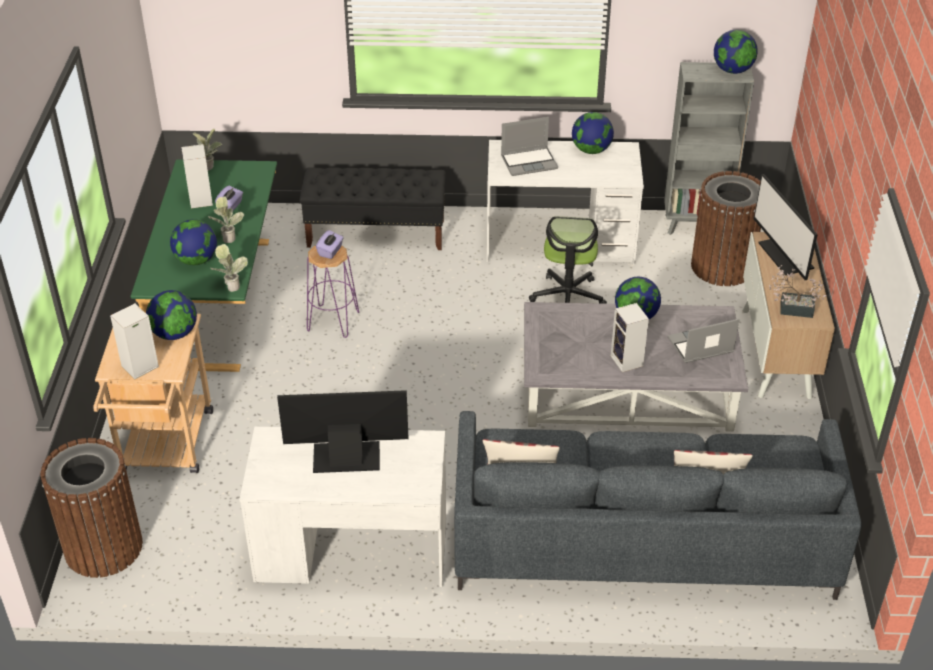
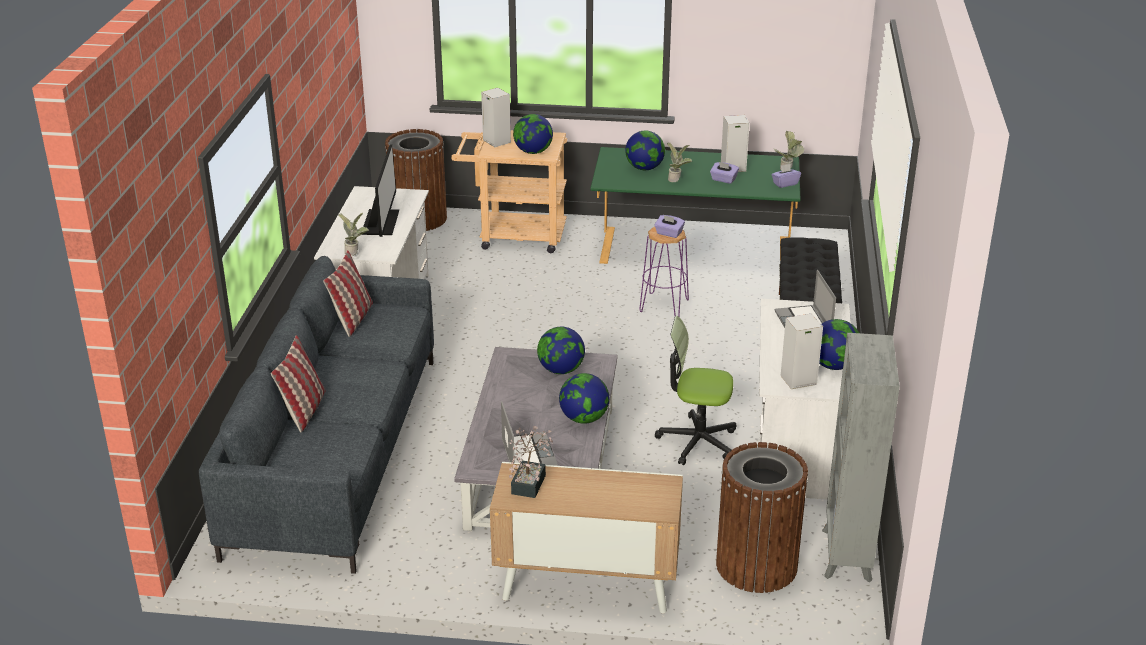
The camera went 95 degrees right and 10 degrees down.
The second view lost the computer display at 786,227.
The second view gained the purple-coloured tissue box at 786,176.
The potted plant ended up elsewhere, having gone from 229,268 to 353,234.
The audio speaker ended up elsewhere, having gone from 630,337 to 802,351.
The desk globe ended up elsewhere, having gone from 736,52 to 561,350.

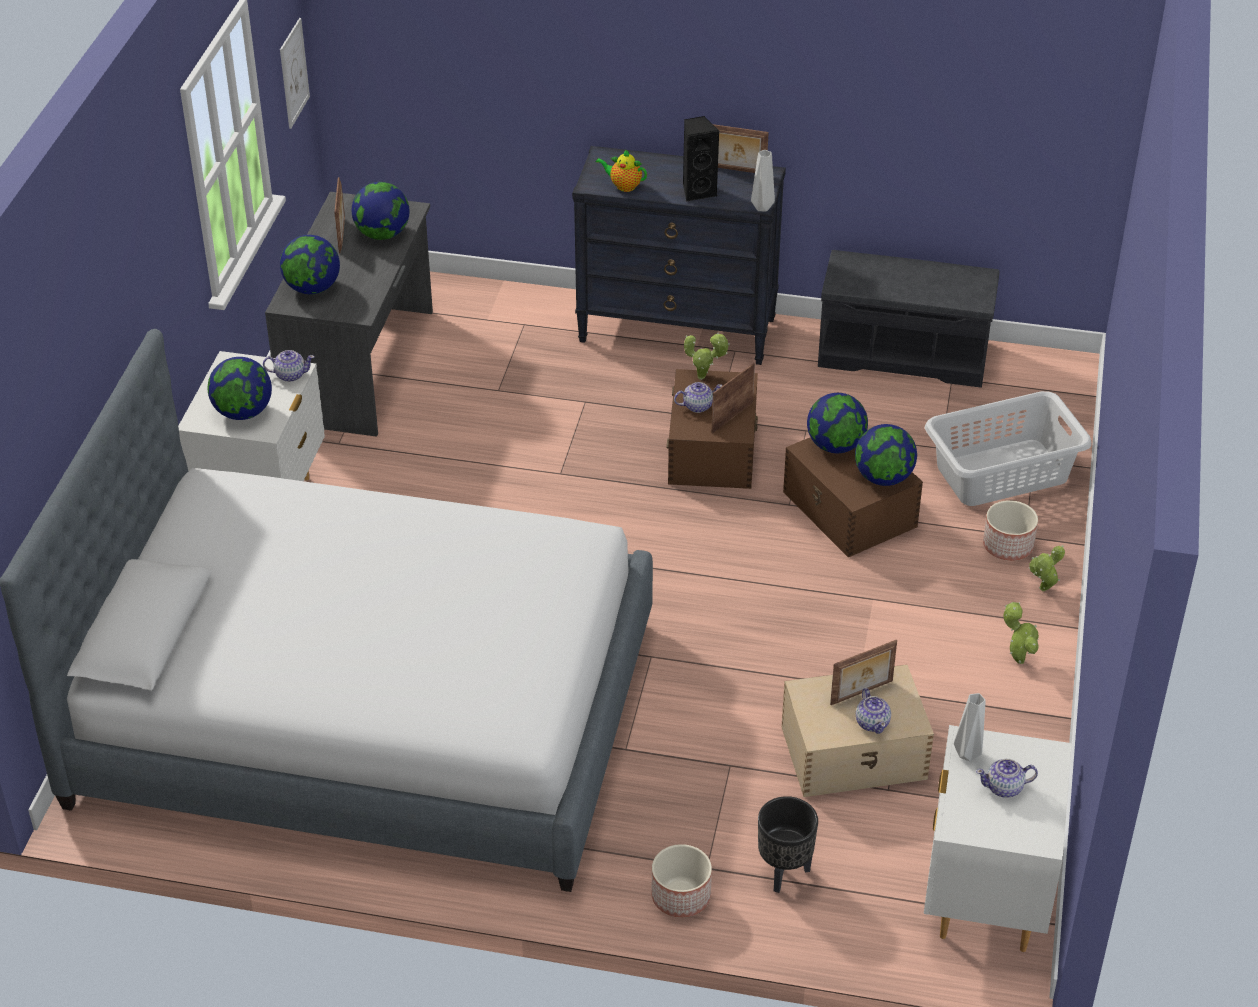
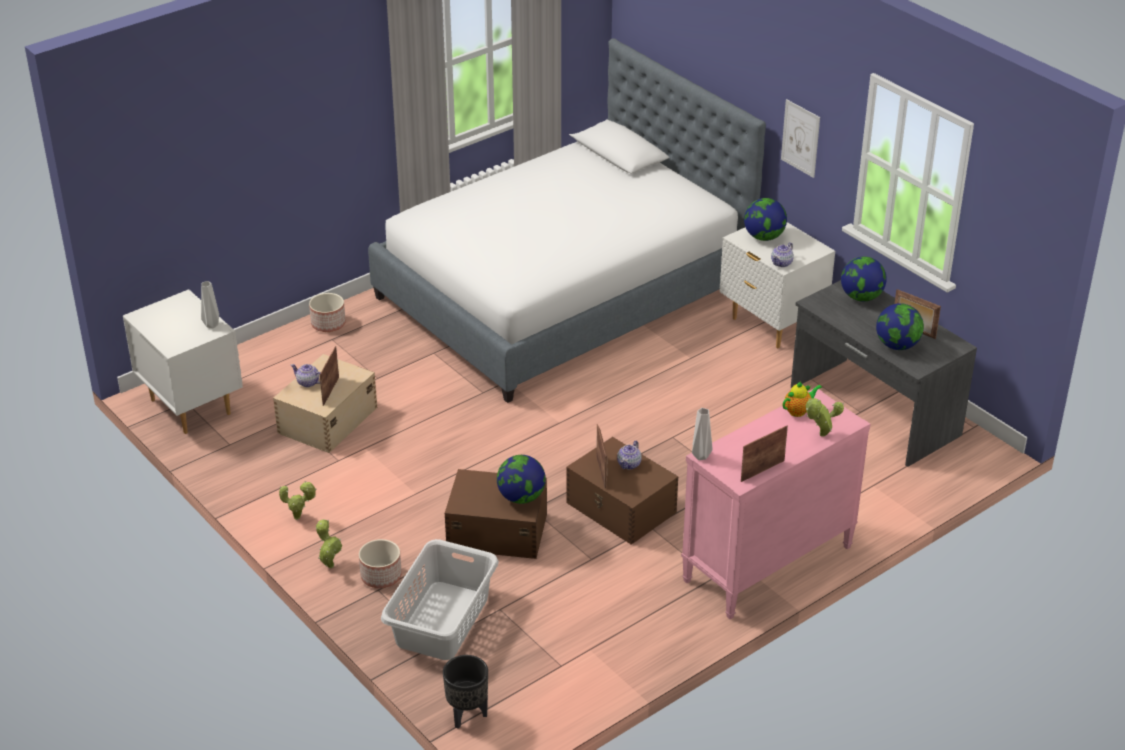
The camera went 130 degrees right and 5 degrees down.
The second view lost the blackish audio speaker at 701,159.
The second view lost the greyish indoor bench at 909,319.
The second view lost the desk globe at 886,455.
The second view lost the teapot at 1007,778.
The wall art ended up elsewhere, having gone from 295,73 to 800,138.
The potted plant ended up elsewhere, having gone from 707,356 to 825,417.
The blackish planter ended up elsewhere, having gone from 788,844 to 465,692.
What was the blackish drawer chest at 679,255 turned into the pink-coloured drawer chest at 776,503.

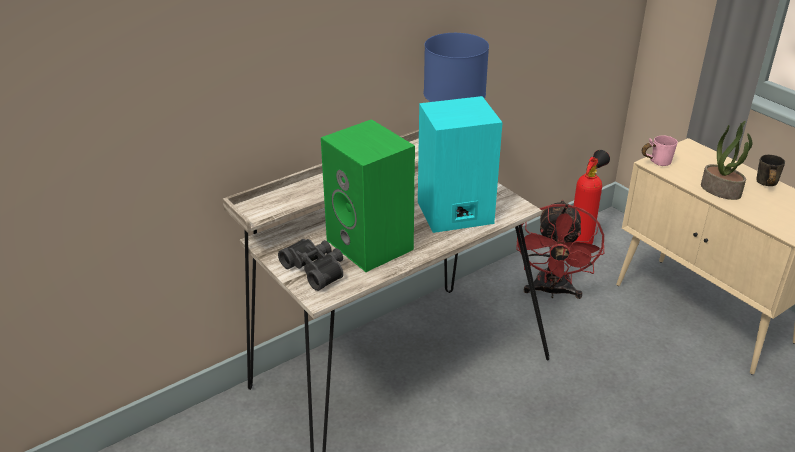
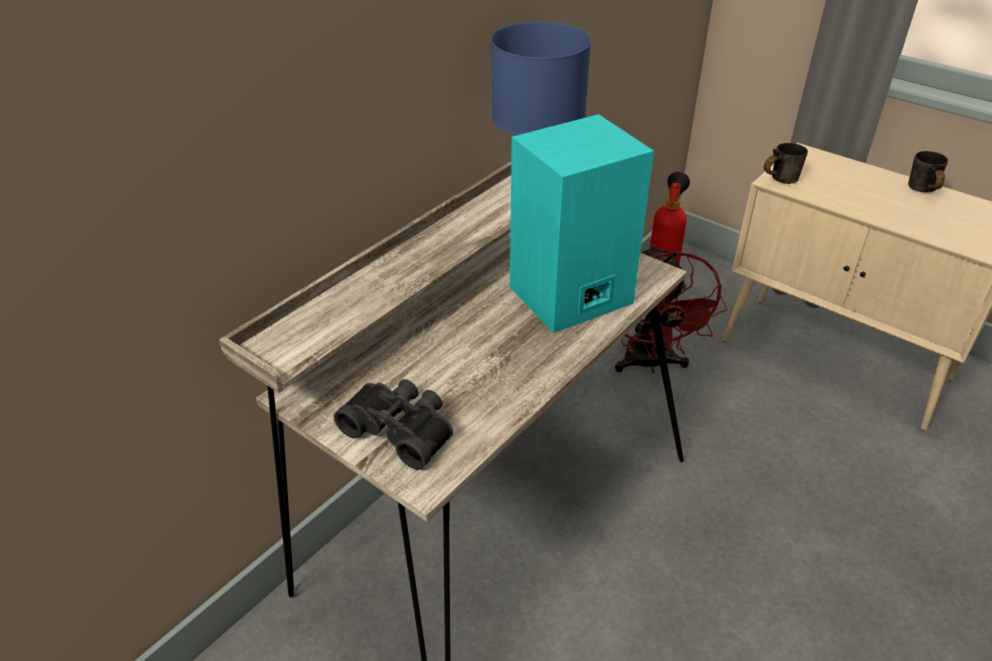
The camera went 15 degrees left and 5 degrees up.
The second view lost the green-coloured audio speaker at 368,195.
The second view lost the potted plant at 727,160.
What was the pink-coloured coffee mug at 660,151 turned into the greyish coffee mug at 786,163.

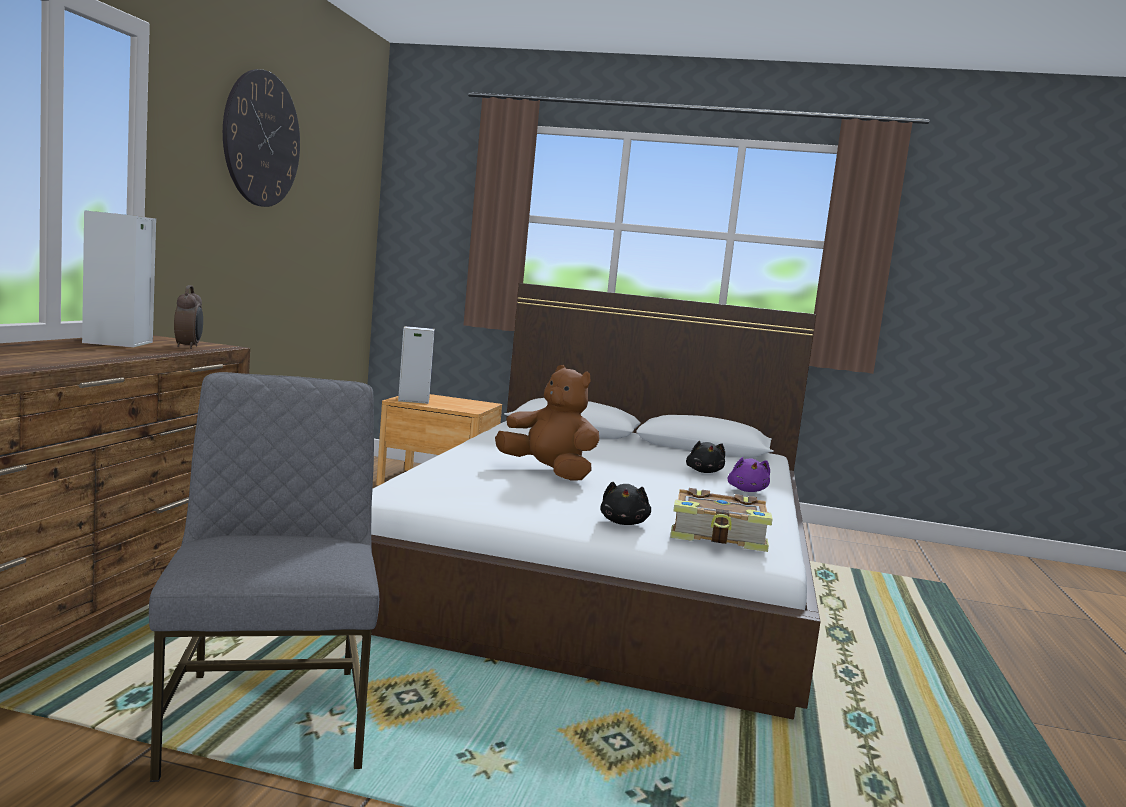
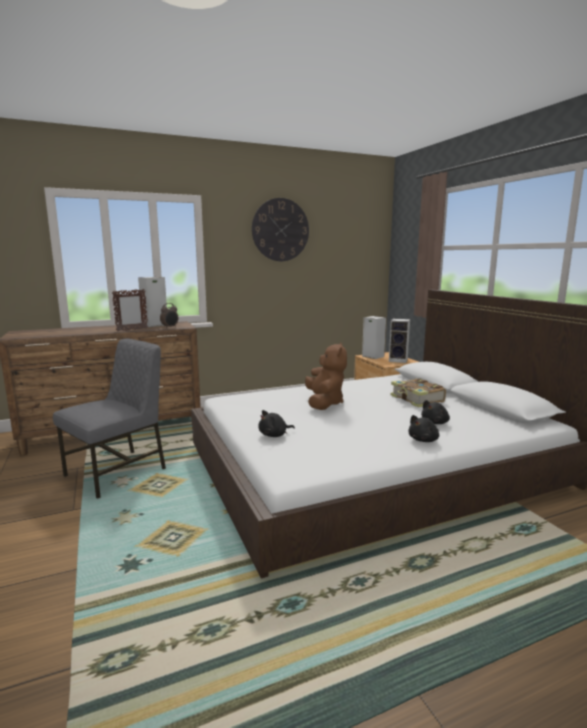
The camera went 55 degrees right and 5 degrees up.
The second view gained the photo frame at 130,310.
The second view gained the audio speaker at 399,341.
The bound book ended up elsewhere, having gone from 721,520 to 418,393.
What was the purple-coloured soft toy at 749,474 turned into the blackish soft toy at 423,428.

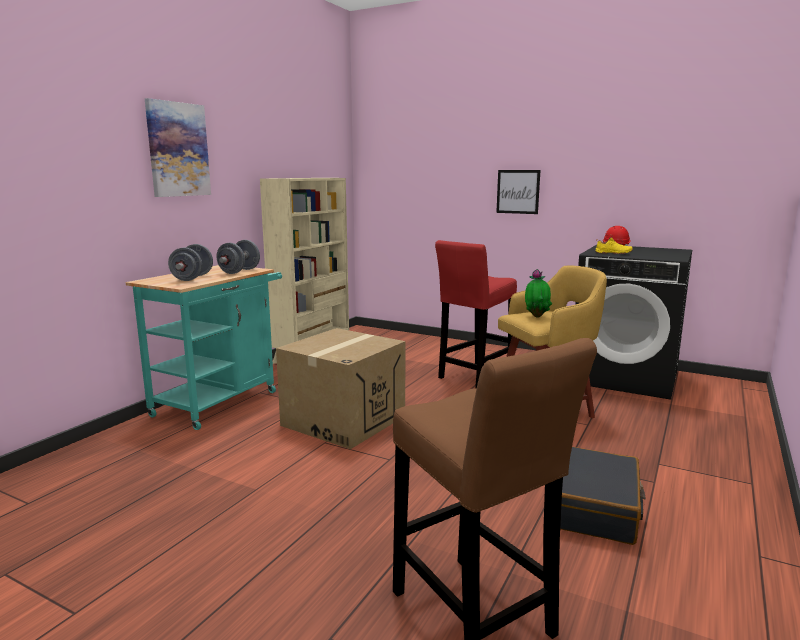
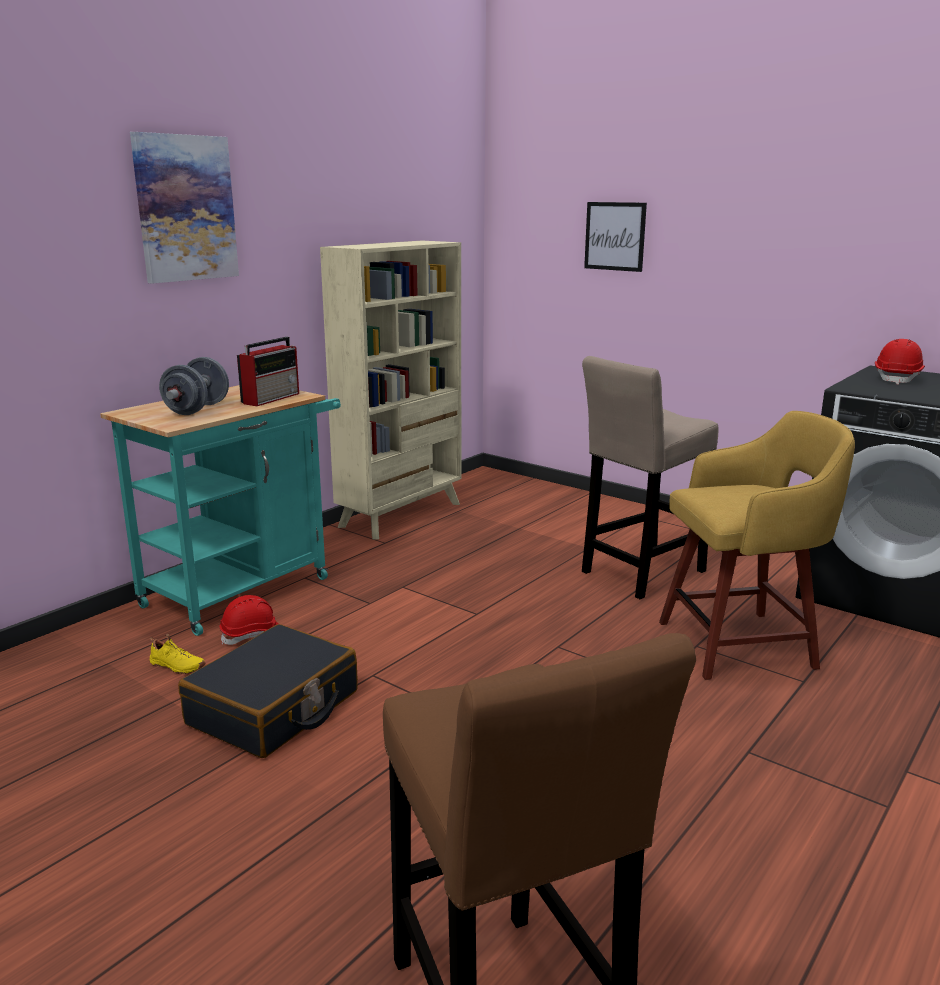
The camera went 10 degrees right and 5 degrees up.
The second view lost the cardboard box at 340,388.
The second view lost the potted plant at 538,293.
The second view gained the red work helmet at 249,620.
The wall art ended up elsewhere, having gone from 518,192 to 615,237.
The blackish piece of luggage ended up elsewhere, having gone from 603,496 to 268,691.
The yellowish shoe ended up elsewhere, having gone from 614,244 to 177,654.
Where the greyish dumbbell stood at 238,257, the radio receiver came to stand at 268,371.
What was the red stool at 476,314 turned into the beige stool at 650,477.

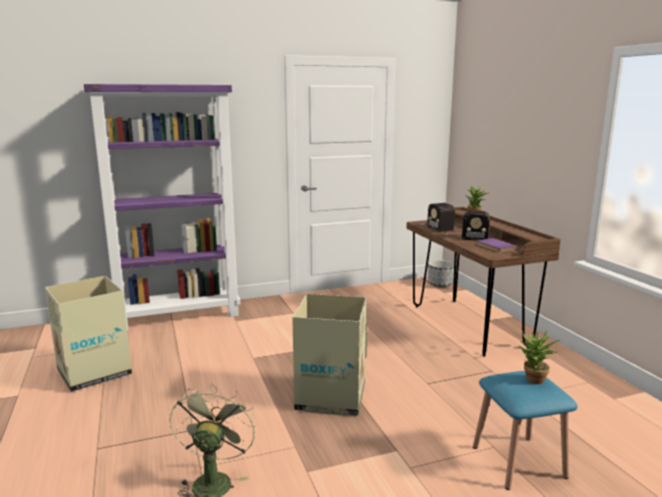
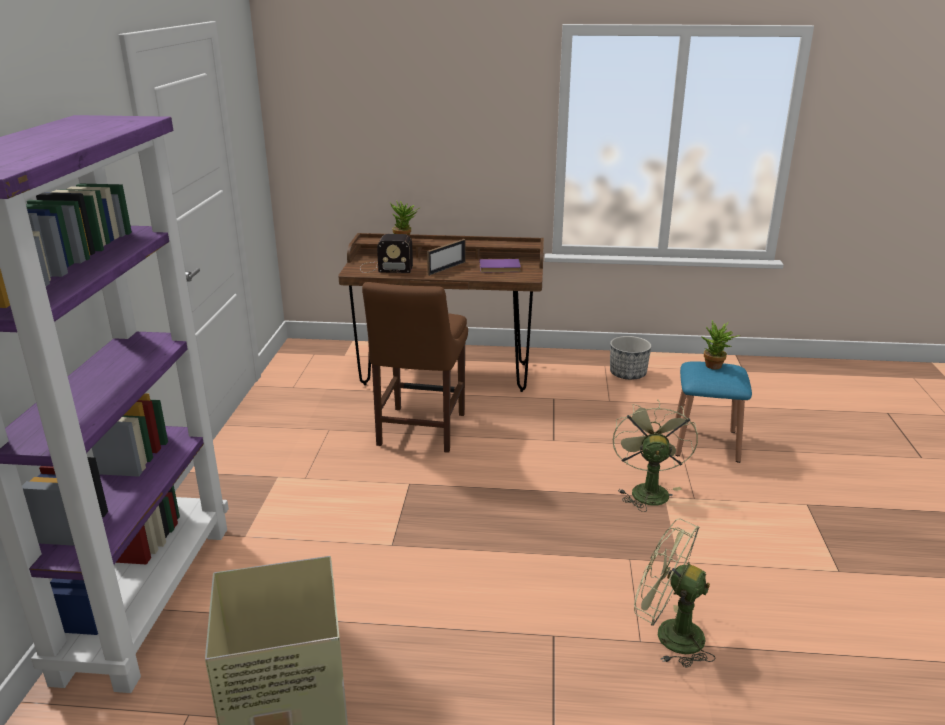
The camera went 65 degrees left and 10 degrees up.
The second view lost the cardboard box at 329,355.
The second view gained the brownish upright chair at 415,367.
The second view gained the green-coloured electric fan at 655,455.
The planter ended up elsewhere, having gone from 441,273 to 630,358.
Where the radio receiver stood at 468,225, the photo frame came to stand at 446,257.

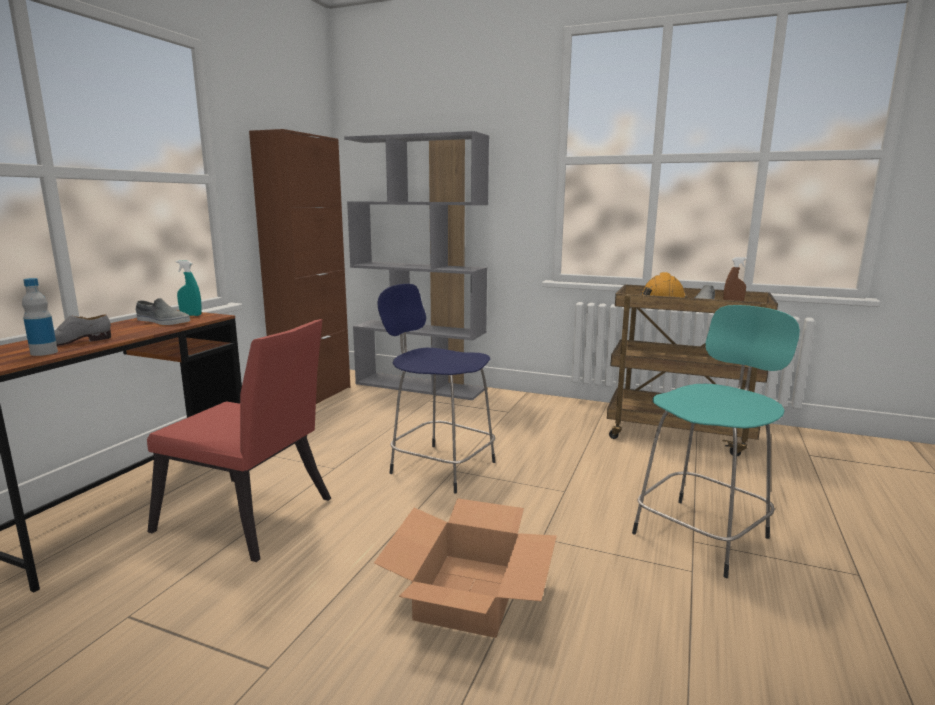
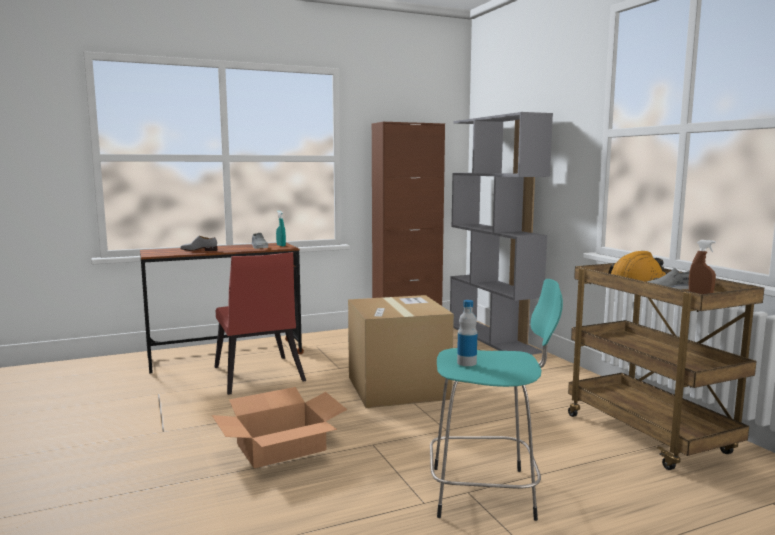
The camera went 45 degrees right and 5 degrees down.
The beverage bottle ended up elsewhere, having gone from 40,317 to 467,333.
Where the blue-coloured stool stood at 436,389, the cardboard box came to stand at 401,351.

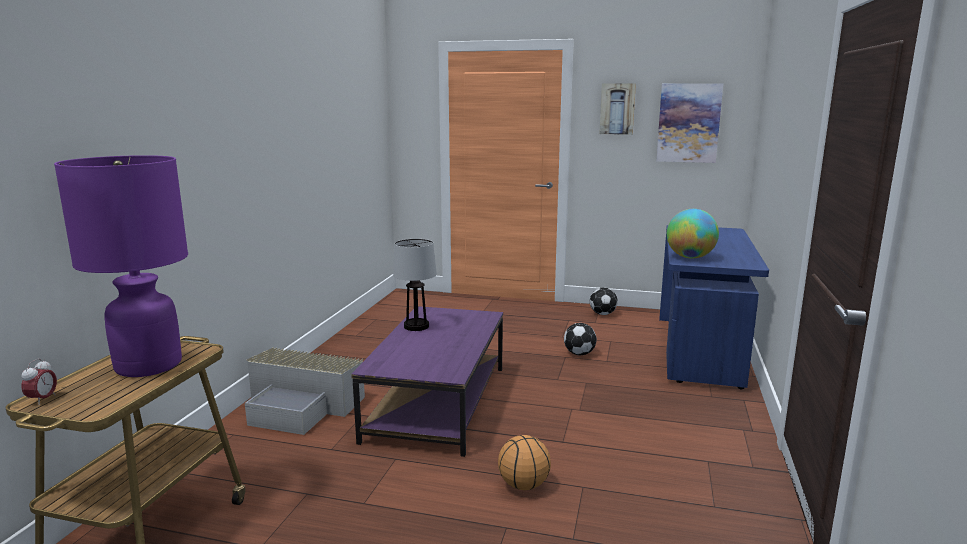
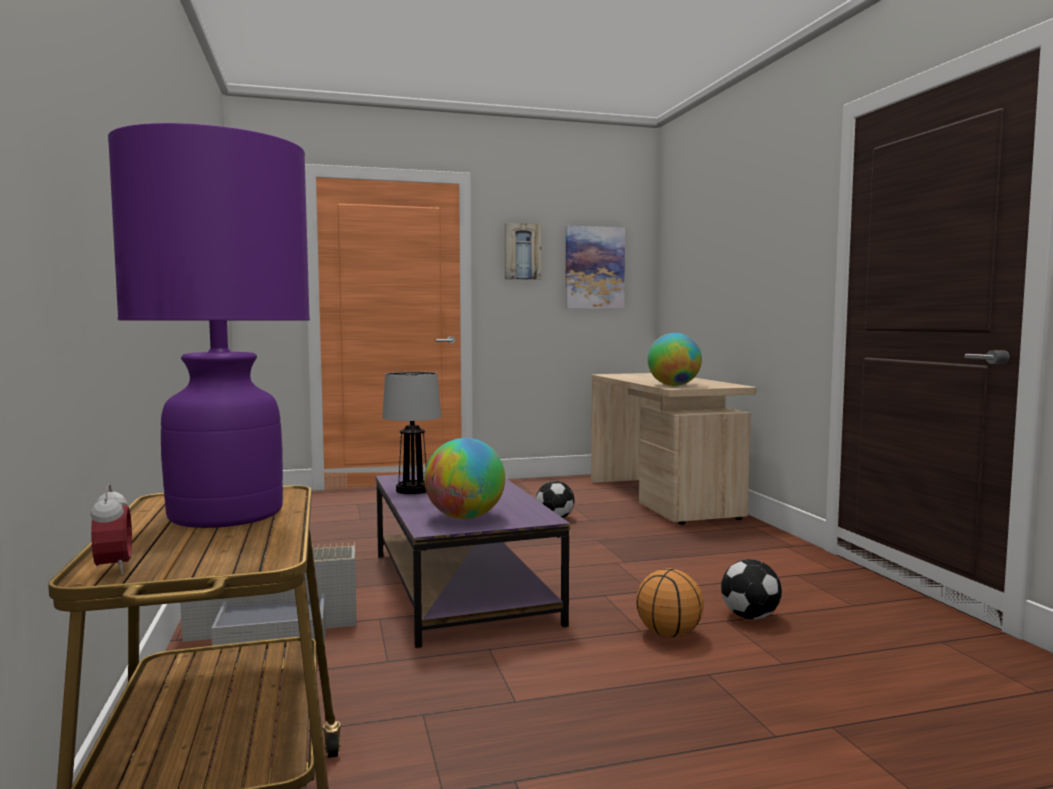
The camera went 30 degrees left and 10 degrees down.
The second view gained the desk globe at 464,478.
The ball for football ended up elsewhere, having gone from 604,301 to 751,589.
What was the blue-coloured desk at 714,307 turned into the beige desk at 673,449.

